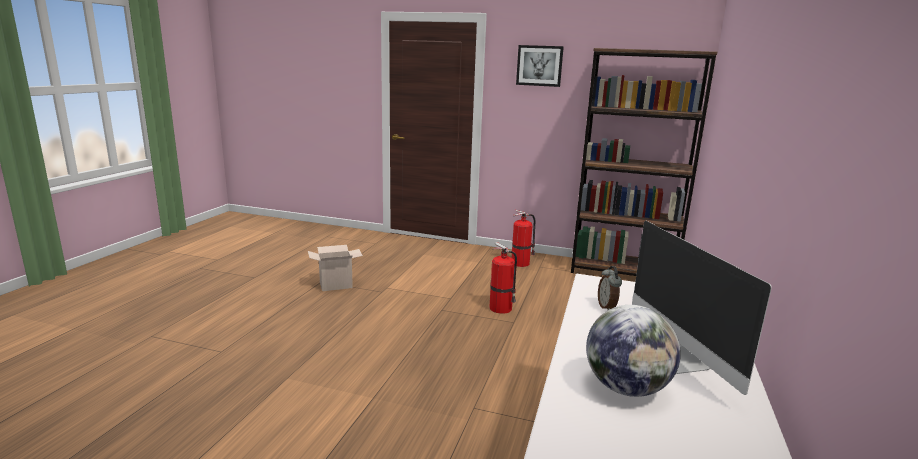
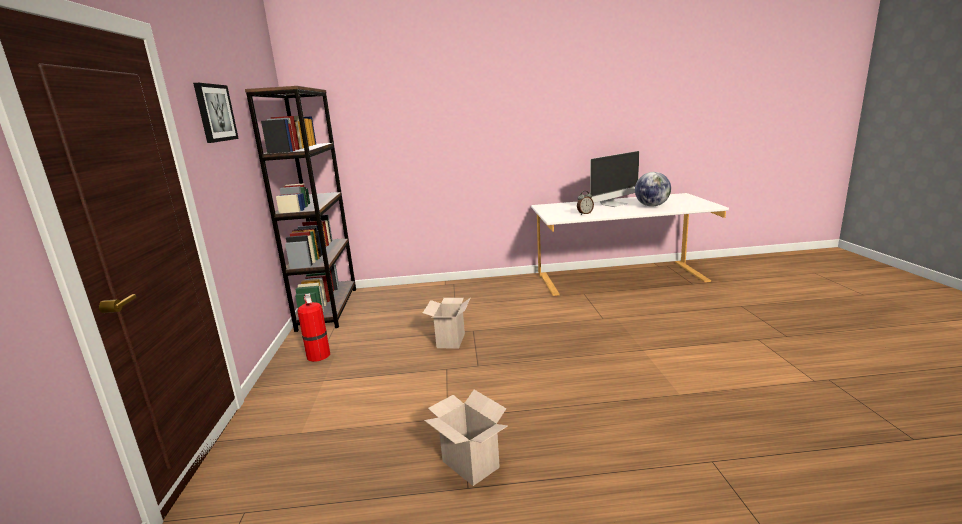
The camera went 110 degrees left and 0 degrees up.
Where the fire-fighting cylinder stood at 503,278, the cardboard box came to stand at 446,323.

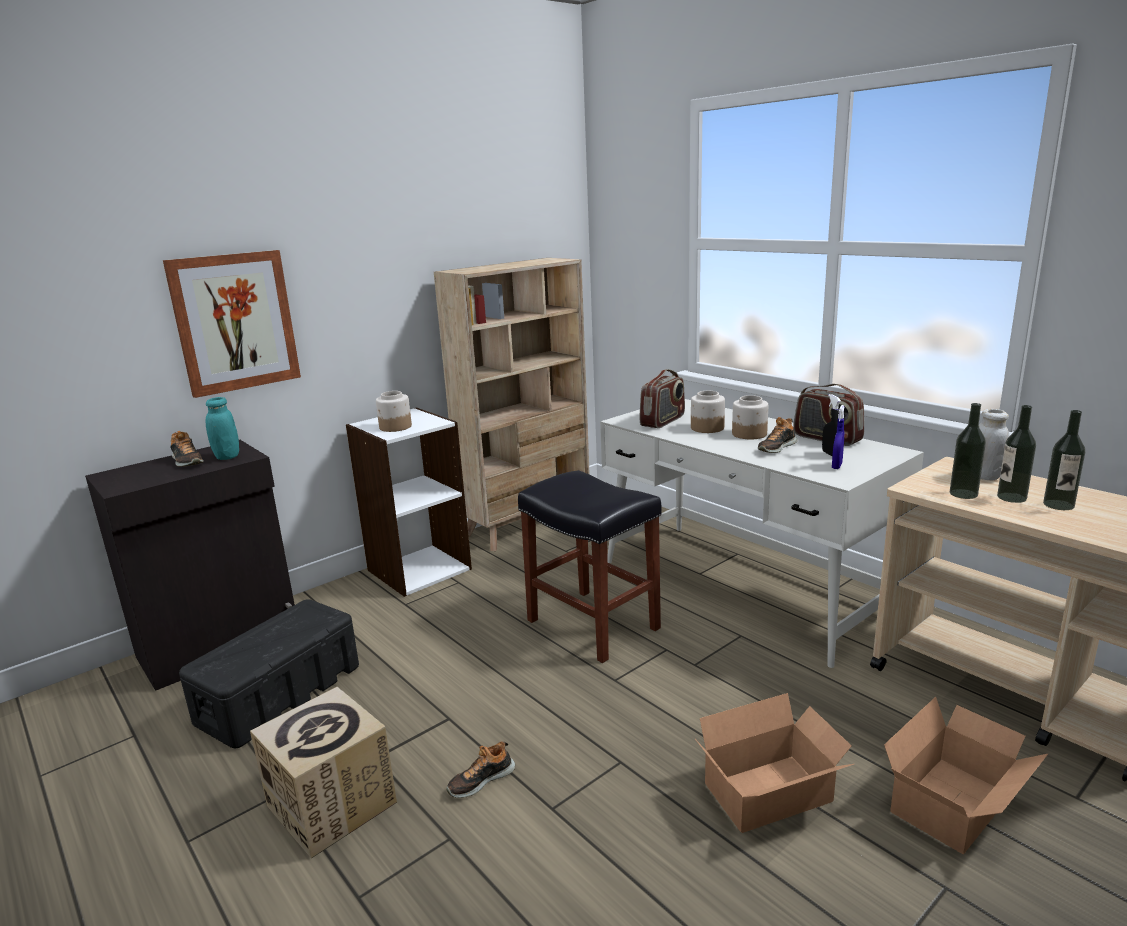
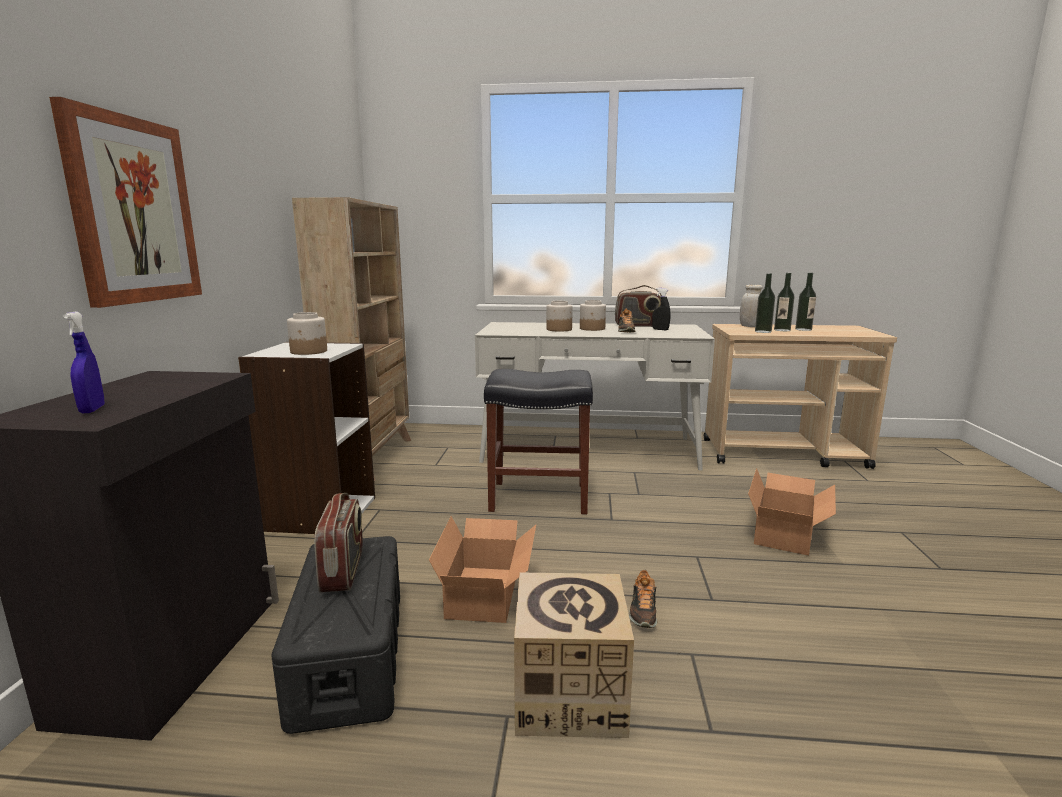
The camera went 45 degrees left and 5 degrees down.
The second view lost the shoe at 187,449.
The second view lost the turquoise-coloured jar at 222,428.
The radio receiver ended up elsewhere, having gone from 662,398 to 338,542.
The blue-coloured spray bottle ended up elsewhere, having gone from 838,437 to 84,362.
The cardboard box ended up elsewhere, having gone from 966,776 to 482,569.

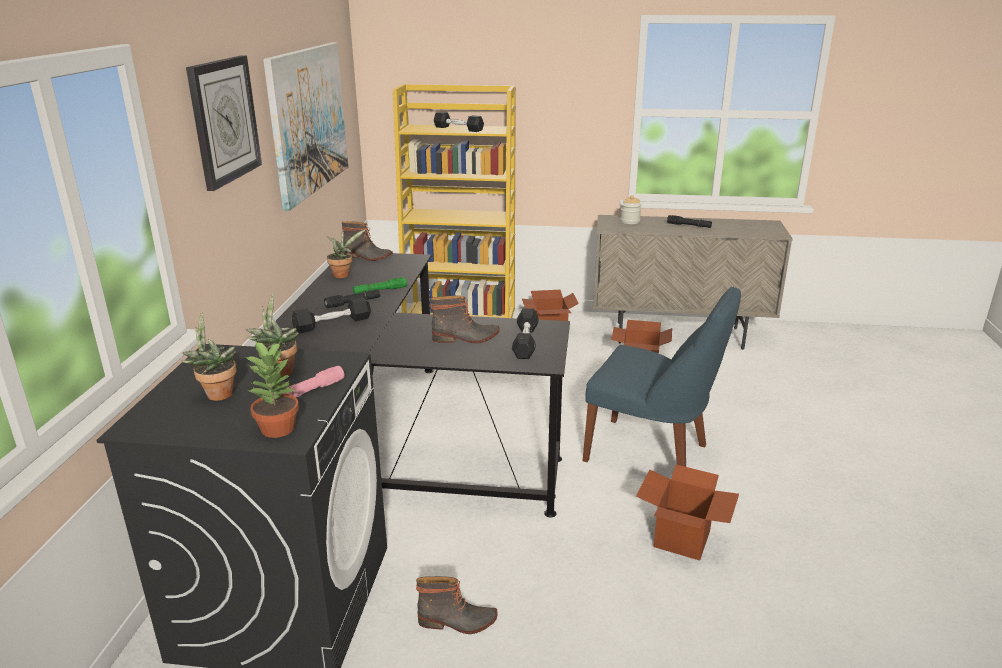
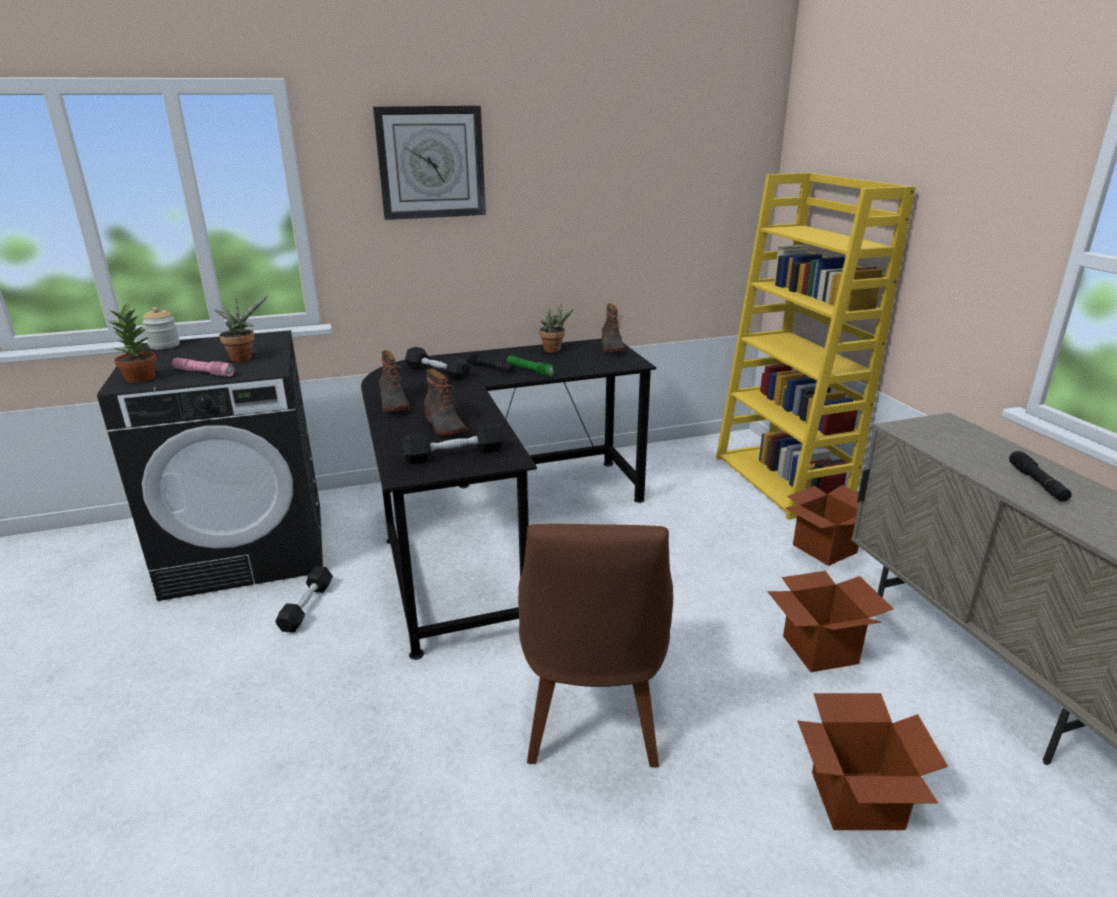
The camera went 65 degrees right and 0 degrees up.
The second view lost the potted plant at 209,356.
The second view lost the wall art at 305,126.
The high-top boot ended up elsewhere, having gone from 457,605 to 395,381.
The blackish dumbbell ended up elsewhere, having gone from 459,122 to 304,599.
The jar ended up elsewhere, having gone from 631,209 to 161,328.
The cardboard box ended up elsewhere, having gone from 687,513 to 872,761.
What was the blue-coloured upright chair at 662,377 turned into the brownish upright chair at 595,646.

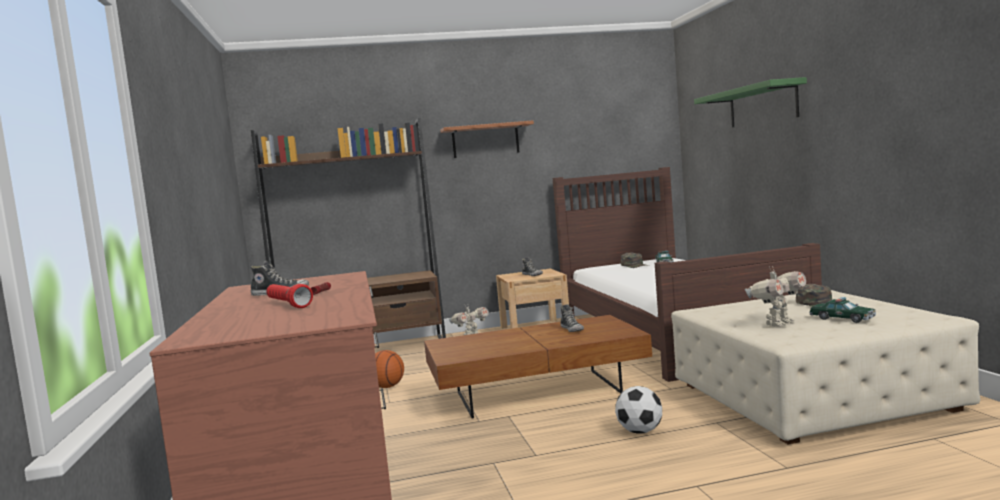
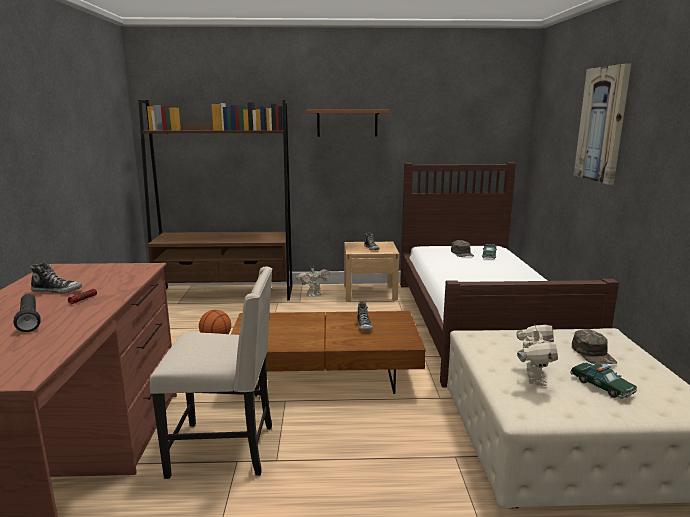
The camera went 10 degrees right and 10 degrees up.
The second view lost the ball for football at 638,410.
The second view gained the beige upright chair at 211,373.
Where the green-coloured bracket shelf hung at 750,102, the wall art came to hang at 602,124.
What was the red flashlight at 289,296 turned into the blackish flashlight at 27,313.
The toy robot at 775,296 ended up facing another way, 45 degrees counterclockwise from before.

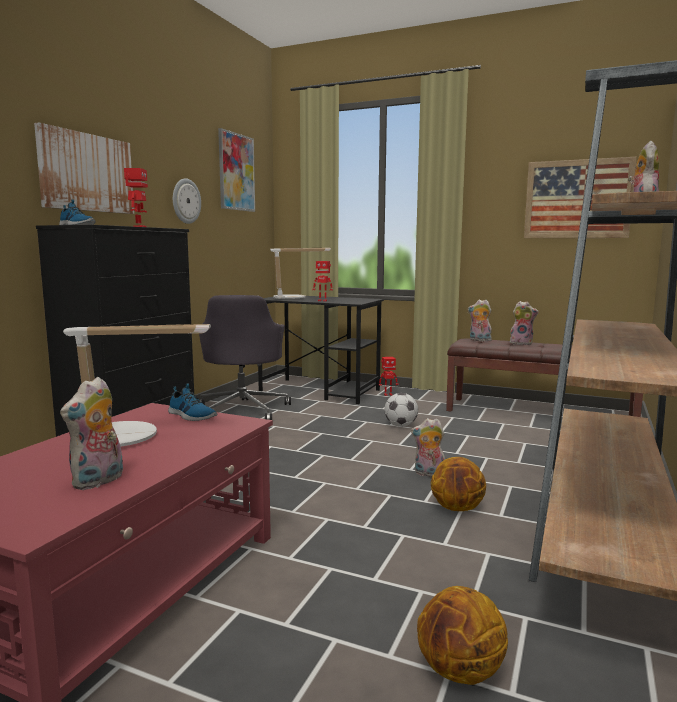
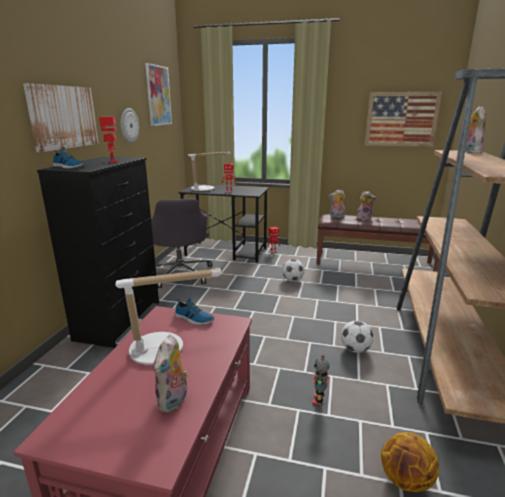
The camera went 10 degrees left and 10 degrees up.
The second view lost the soft toy at 428,447.
The second view gained the toy robot at 321,380.
Where the basketball stood at 458,484, the ball for football came to stand at 357,337.

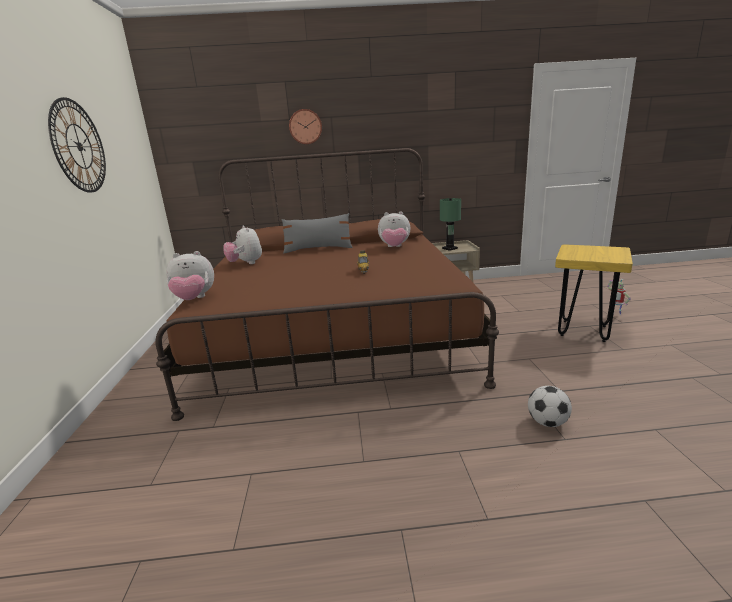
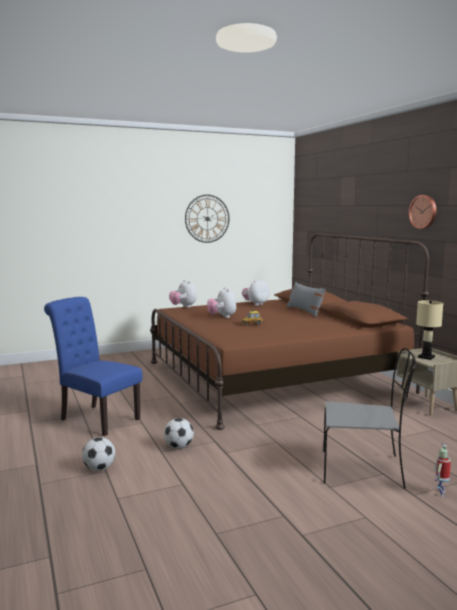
The camera went 70 degrees right and 10 degrees down.
The second view gained the blue-coloured upright chair at 93,366.
The second view gained the ball for football at 98,454.
The hanging clock ended up elsewhere, having gone from 305,126 to 423,212.
The soft toy ended up elsewhere, having gone from 394,229 to 221,302.
Where the yellowish stool stood at 594,293, the greyish upright chair came to stand at 369,418.
What was the green-coloured lamp for a table at 450,224 turned into the beige lamp for a table at 429,330.

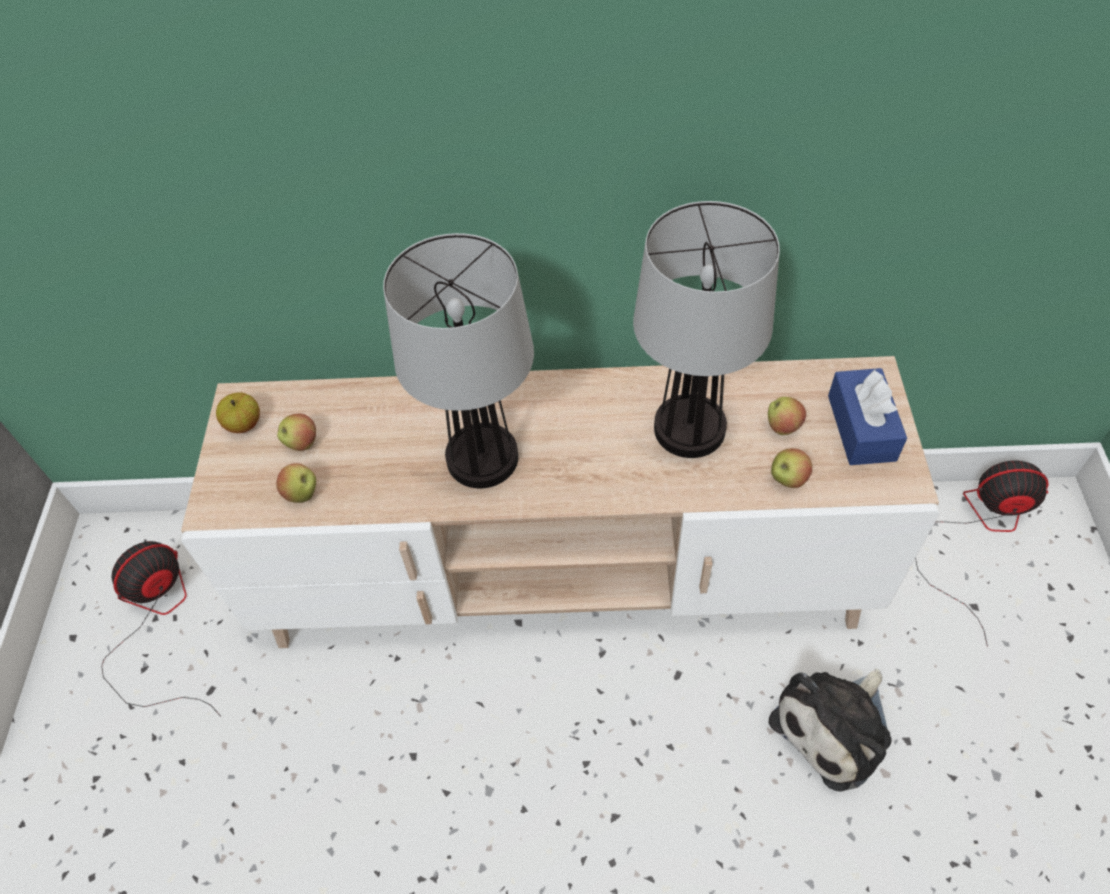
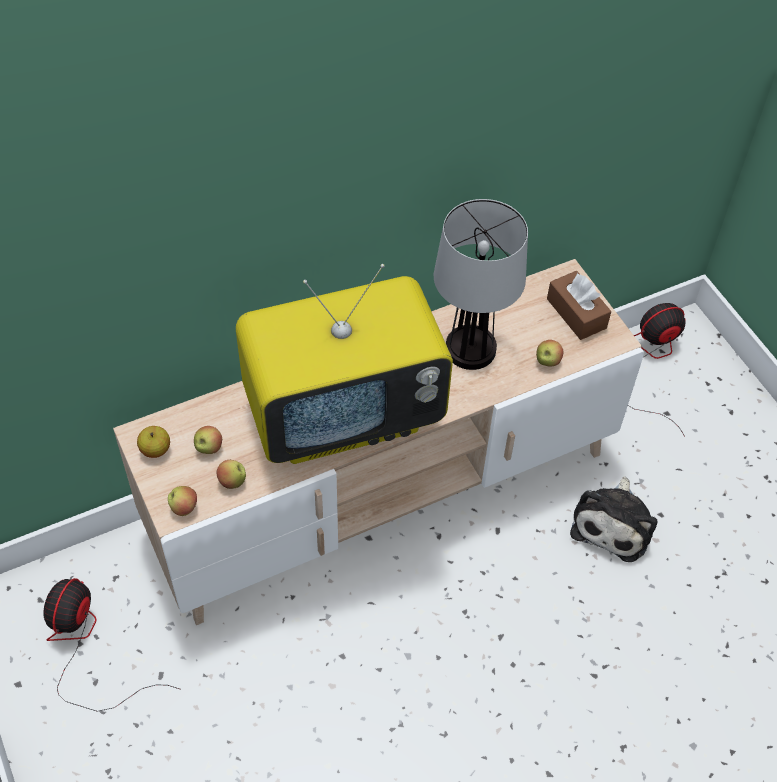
The camera went 30 degrees left and 0 degrees up.
The whole apple ended up elsewhere, having gone from 787,416 to 182,501.
Where the lamp for a table stood at 458,360, the television came to stand at 344,364.
What was the blue-coloured tissue box at 867,416 turned into the brownish tissue box at 579,305.

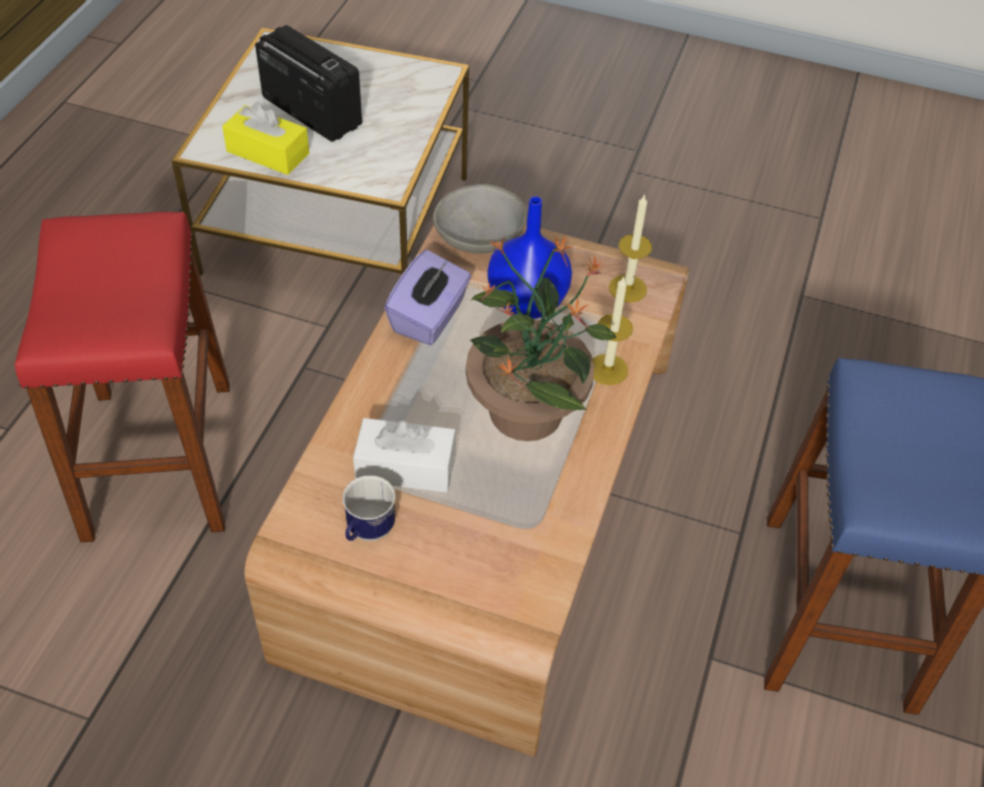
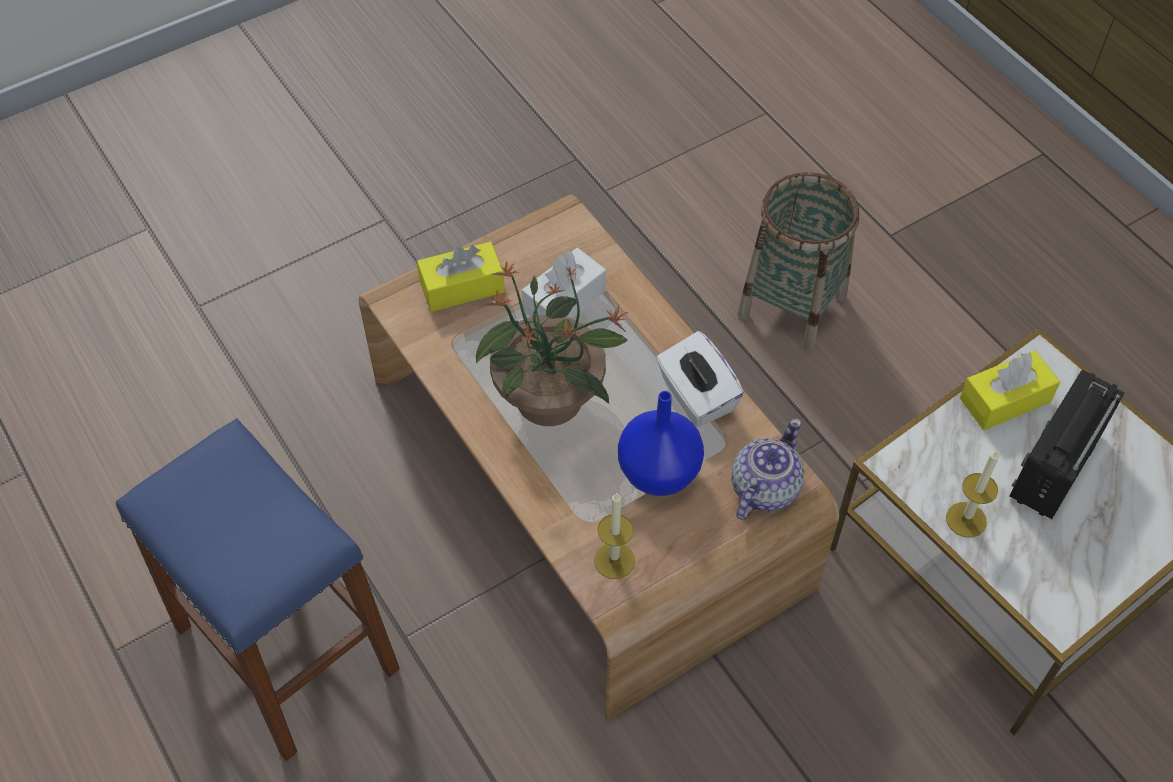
The camera went 130 degrees right and 5 degrees up.
The second view lost the coffee mug at 368,508.
The second view gained the yellowish tissue box at 461,277.
The wax light ended up elsewhere, having gone from 613,330 to 972,494.
Where the red stool stood at 122,377, the storage basket came to stand at 799,261.
Where the greyish serving bowl stood at 480,218, the teapot came to stand at 767,469.
What was the purple-coloured tissue box at 427,297 turned into the white-coloured tissue box at 700,379.
The radio receiver at 308,83 ended up facing another way, 135 degrees clockwise from before.

